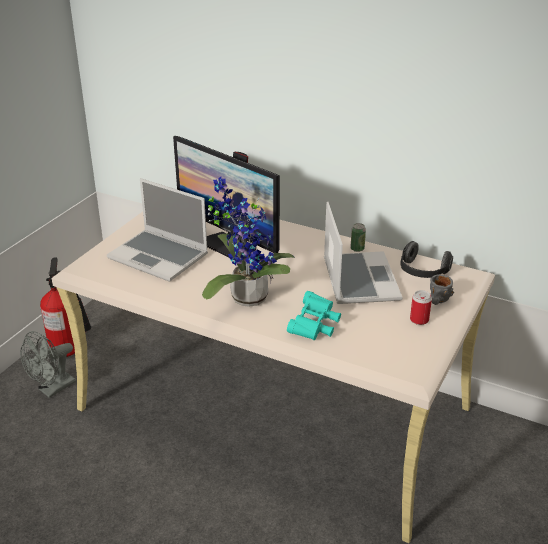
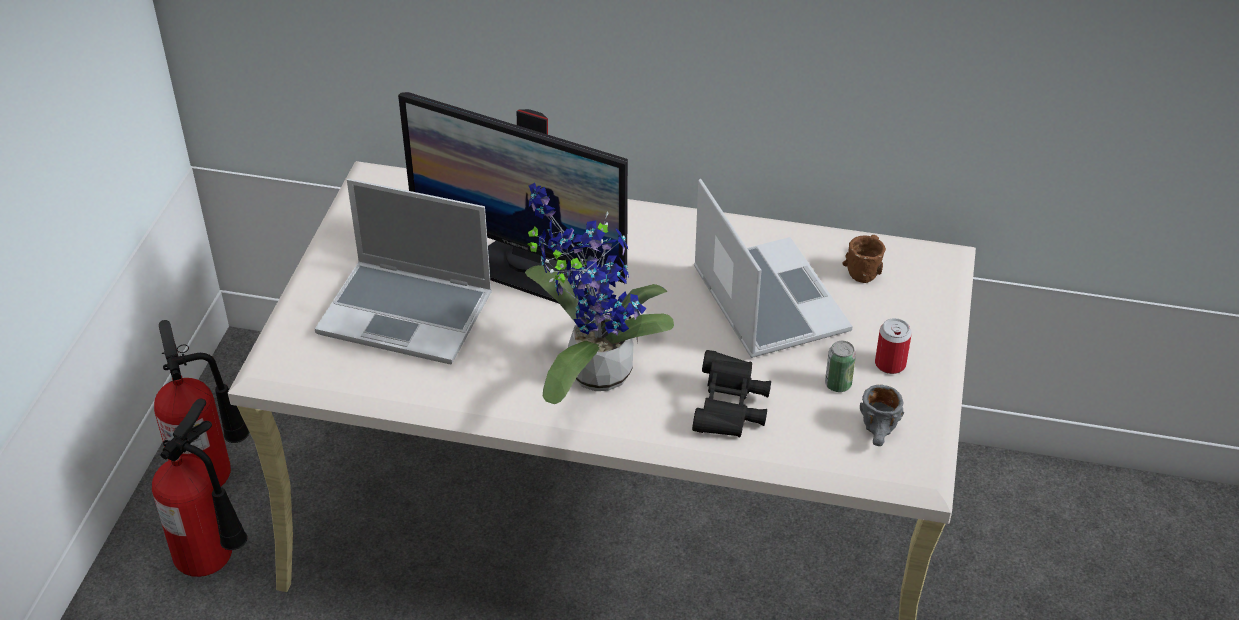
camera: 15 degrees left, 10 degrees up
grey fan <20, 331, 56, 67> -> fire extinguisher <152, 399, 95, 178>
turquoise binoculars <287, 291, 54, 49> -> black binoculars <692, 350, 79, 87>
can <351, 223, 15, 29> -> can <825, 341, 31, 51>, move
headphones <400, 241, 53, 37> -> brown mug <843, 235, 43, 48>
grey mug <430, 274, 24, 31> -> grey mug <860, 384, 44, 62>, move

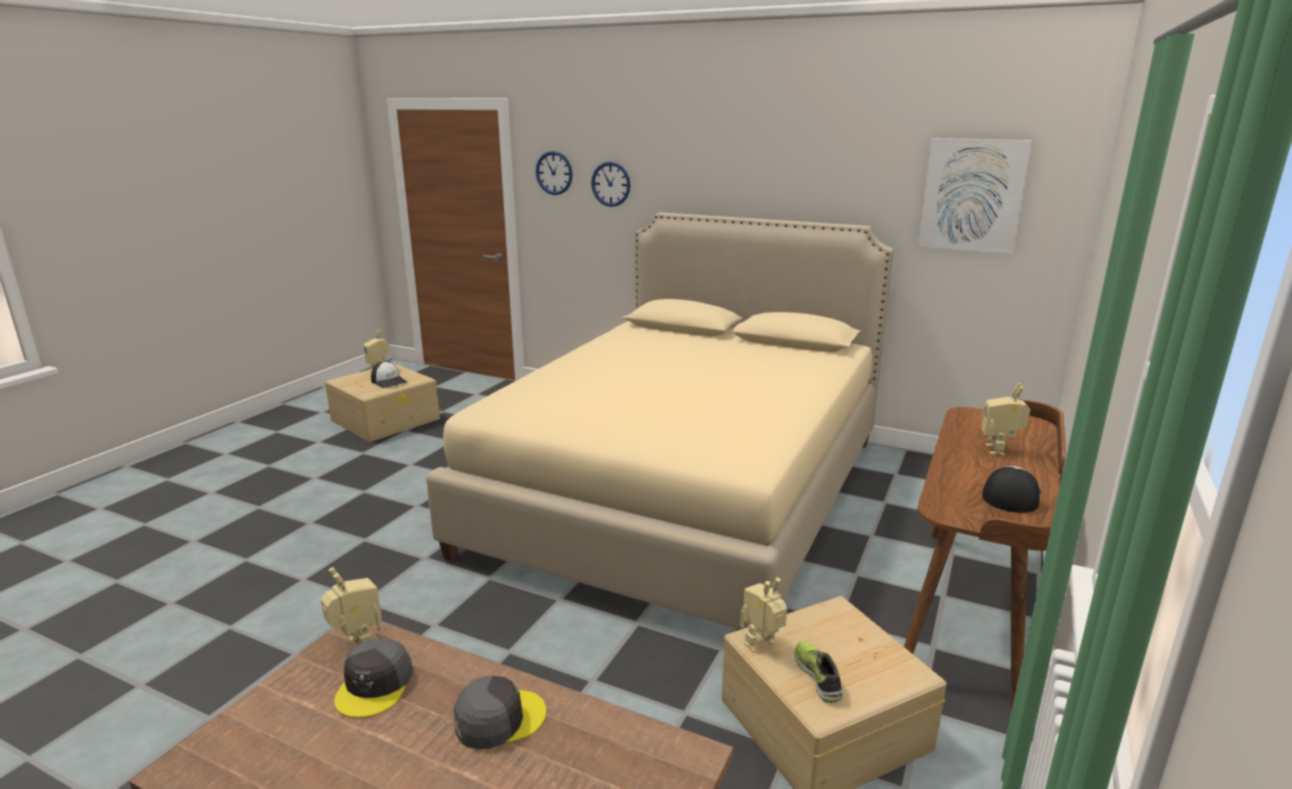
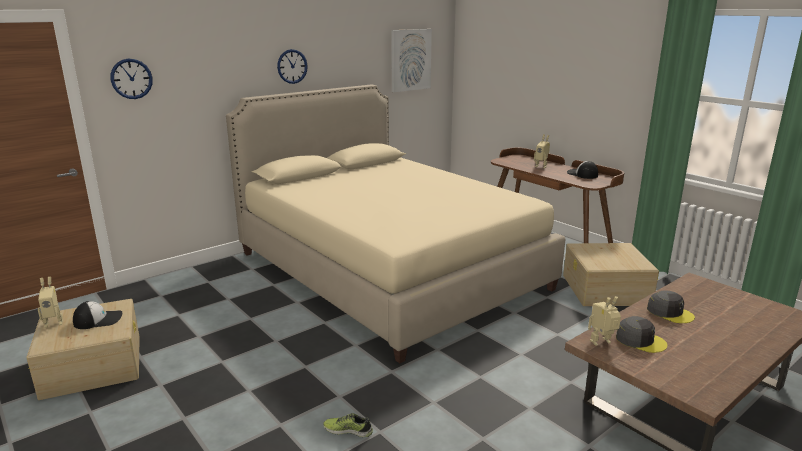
camera: 65 degrees left, 0 degrees up
grey cap <453, 676, 93, 73> -> grey cap <647, 290, 48, 33>, 135 degrees clockwise
wall clock <591, 162, 40, 45> -> wall clock <277, 49, 31, 35>, move
toy robot <740, 577, 47, 76> -> none
shoe <794, 641, 49, 62> -> shoe <323, 413, 50, 24>, move

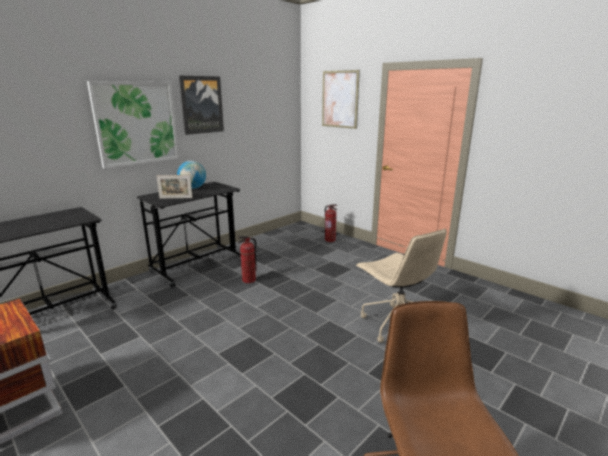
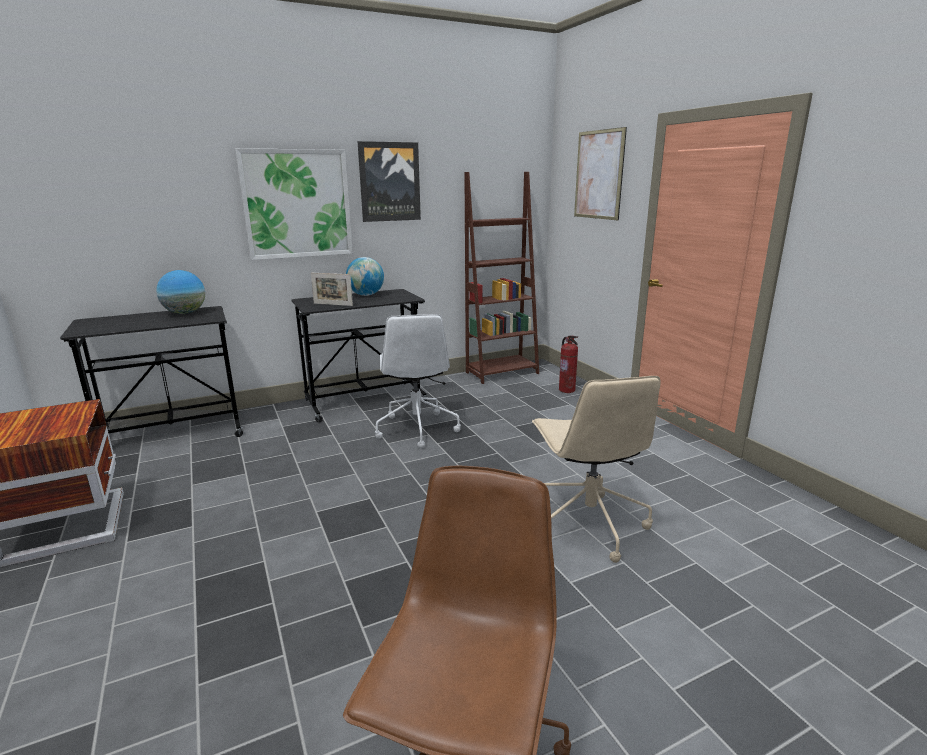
camera: 20 degrees right, 0 degrees up
fire extinguisher <238, 236, 19, 47> -> white office chair <375, 314, 86, 135>
none -> globe <156, 270, 49, 44>
none -> brown bookcase <464, 172, 75, 212>

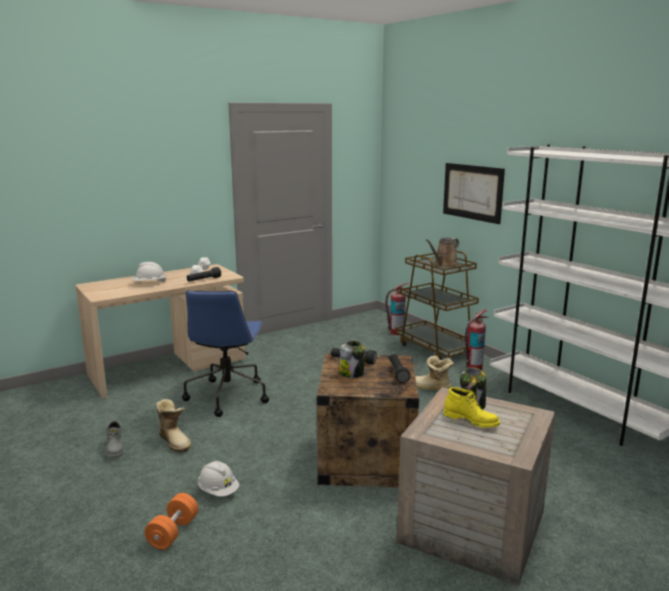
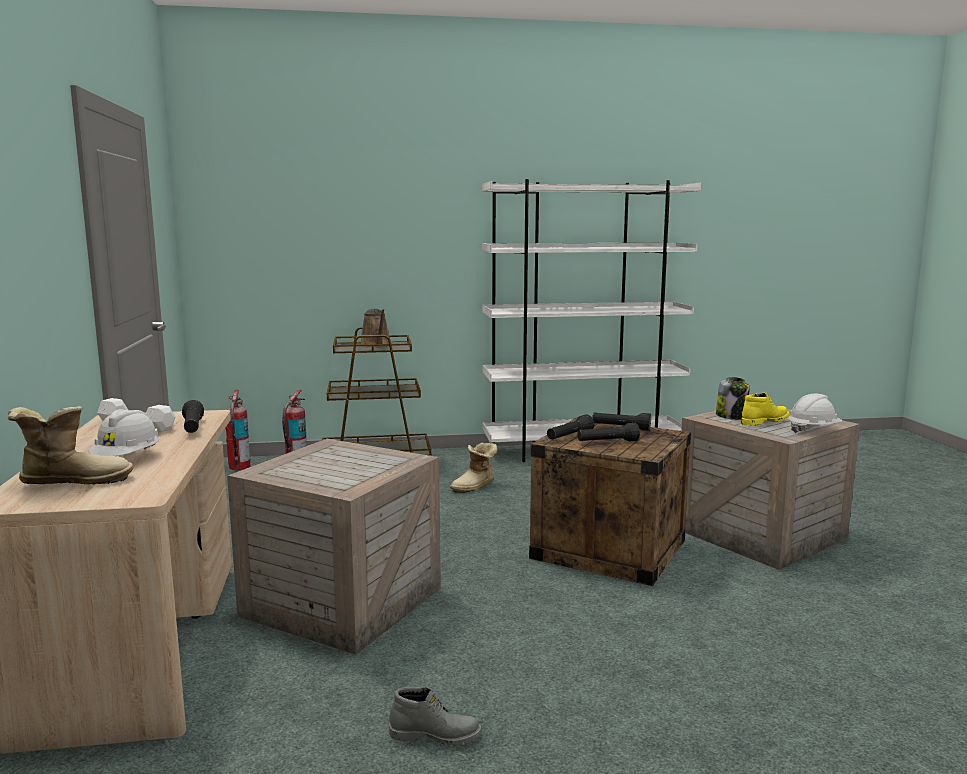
camera: 65 degrees left, 5 degrees down
orange dumbbell <144, 493, 54, 57> -> none
boot <155, 399, 36, 54> -> boot <8, 406, 125, 78>, move
blue office chair <182, 290, 87, 127> -> crate <227, 439, 214, 216>
white hard hat <198, 461, 41, 36> -> white hard hat <788, 394, 54, 39>, move
jar <339, 341, 27, 37> -> black flashlight <577, 423, 63, 19>
picture <443, 163, 62, 61> -> none
fire extinguisher <465, 310, 24, 60> -> fire extinguisher <225, 390, 25, 80>, move

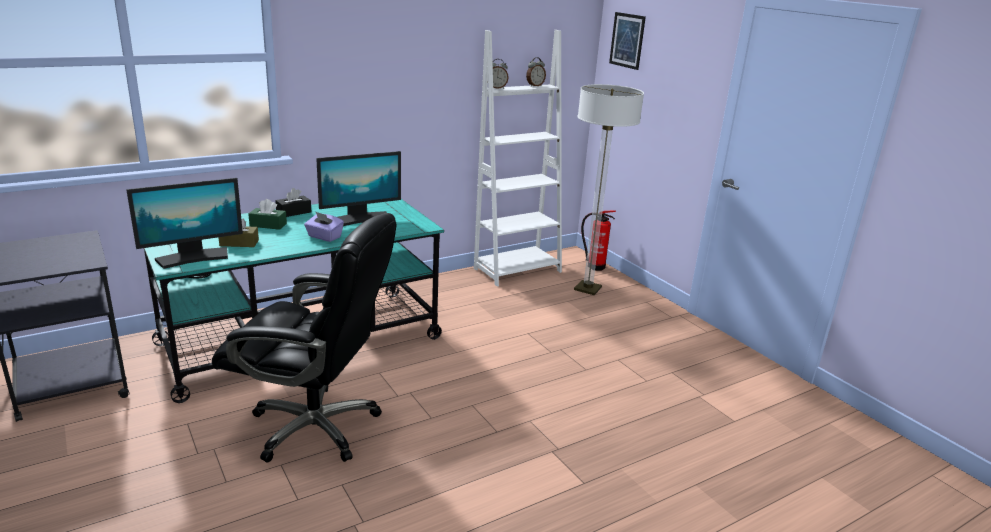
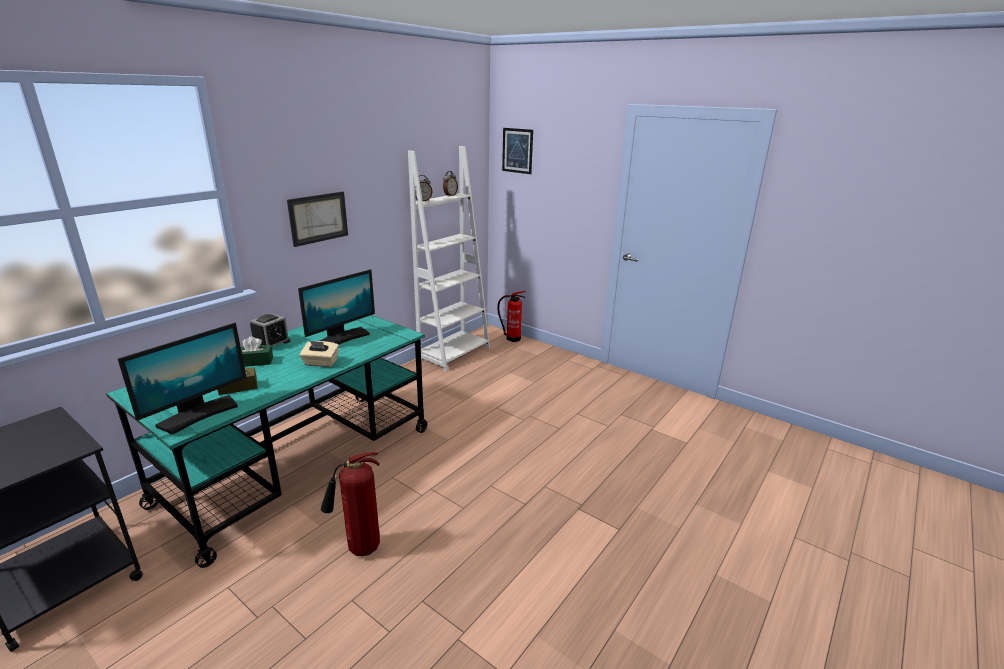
camera: 20 degrees left, 0 degrees up
black office chair <212, 213, 185, 250> -> fire extinguisher <321, 452, 59, 104>
black tissue box <275, 188, 36, 29> -> alarm clock <250, 313, 40, 34>
purple tissue box <304, 211, 40, 31> -> beige tissue box <300, 340, 39, 27>
floor lamp <574, 84, 70, 211> -> none
none -> picture <287, 192, 61, 55>

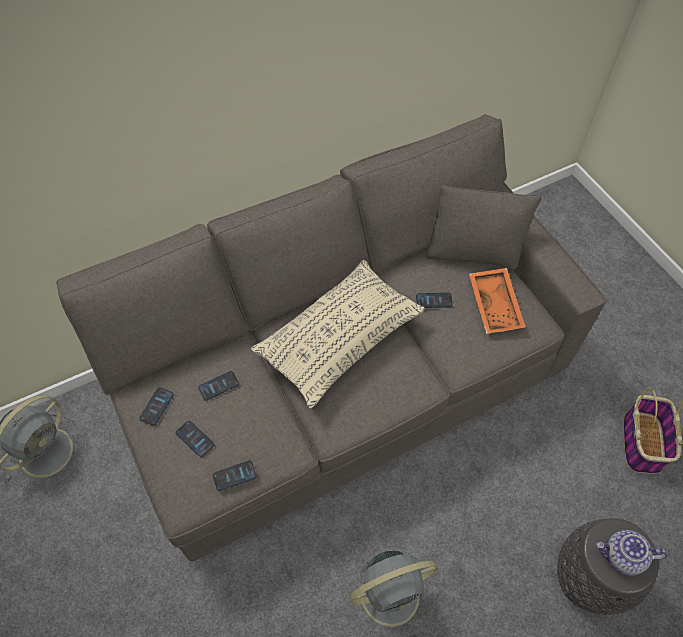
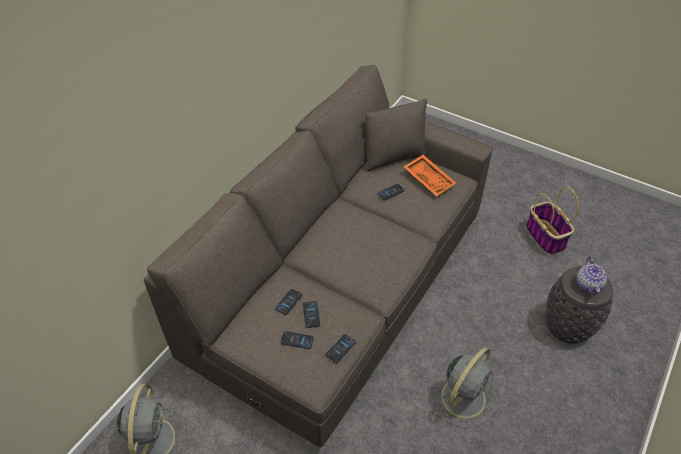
camera: 30 degrees left, 10 degrees down
phone <139, 387, 35, 38> -> phone <303, 301, 17, 27>, move
beige pillow <251, 260, 173, 148> -> none
teapot <597, 530, 71, 46> -> teapot <576, 256, 31, 39>, 60 degrees counterclockwise

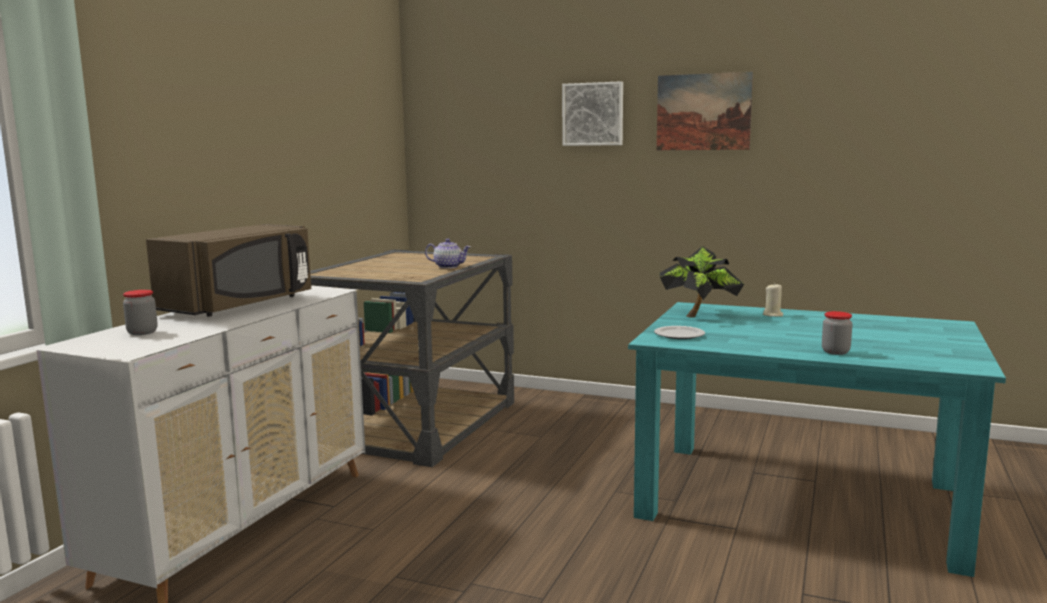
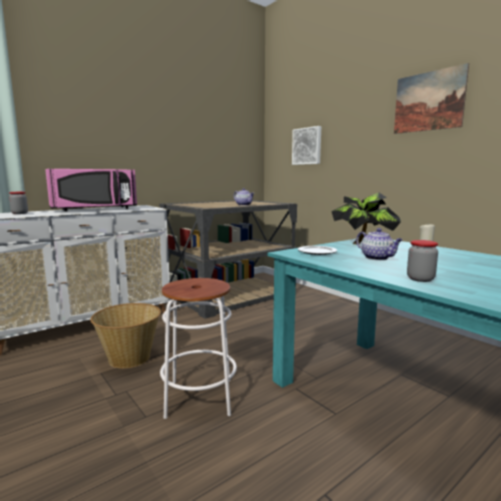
camera: 30 degrees right, 0 degrees up
brown microwave <146, 224, 165, 93> -> pink microwave <46, 169, 91, 42>
picture <562, 81, 61, 65> -> picture <292, 126, 29, 39>, move
none -> basket <90, 303, 71, 65>
none -> white stool <160, 278, 77, 141>
none -> teapot <356, 228, 47, 32>

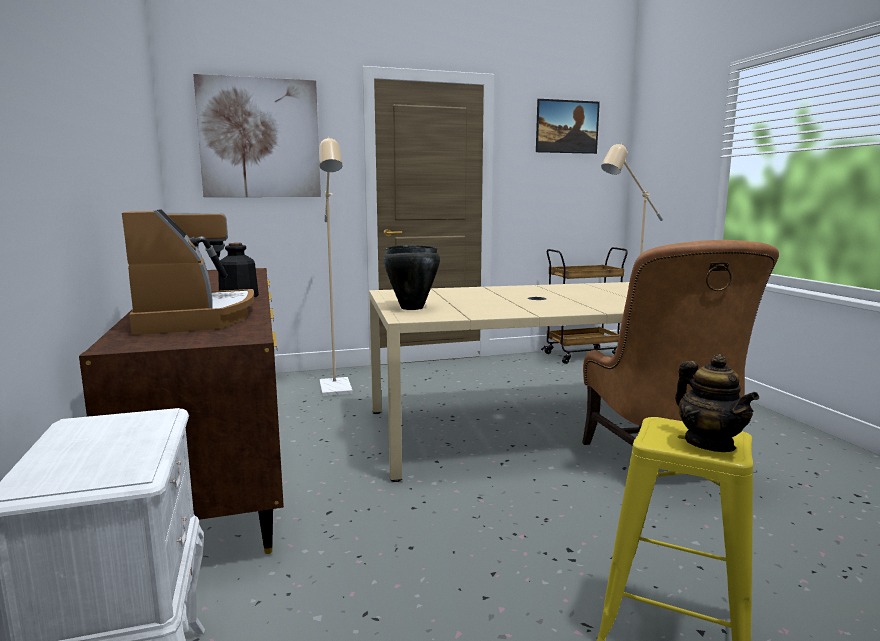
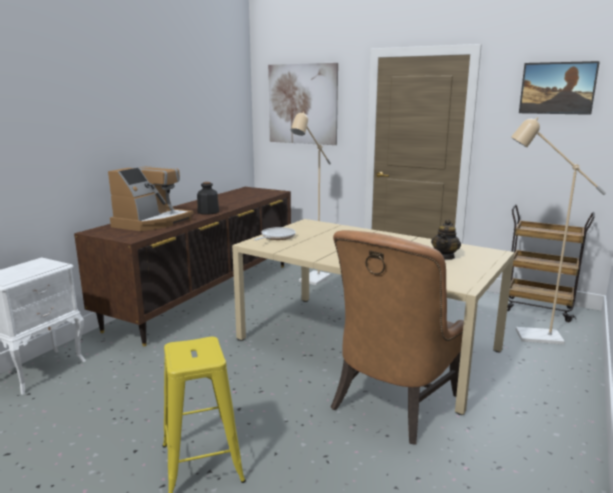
camera: 45 degrees right, 5 degrees up
black cooking pot <383, 245, 57, 65> -> frying pan <254, 227, 42, 13>
teapot <675, 354, 84, 98> -> teapot <431, 219, 30, 41>, move

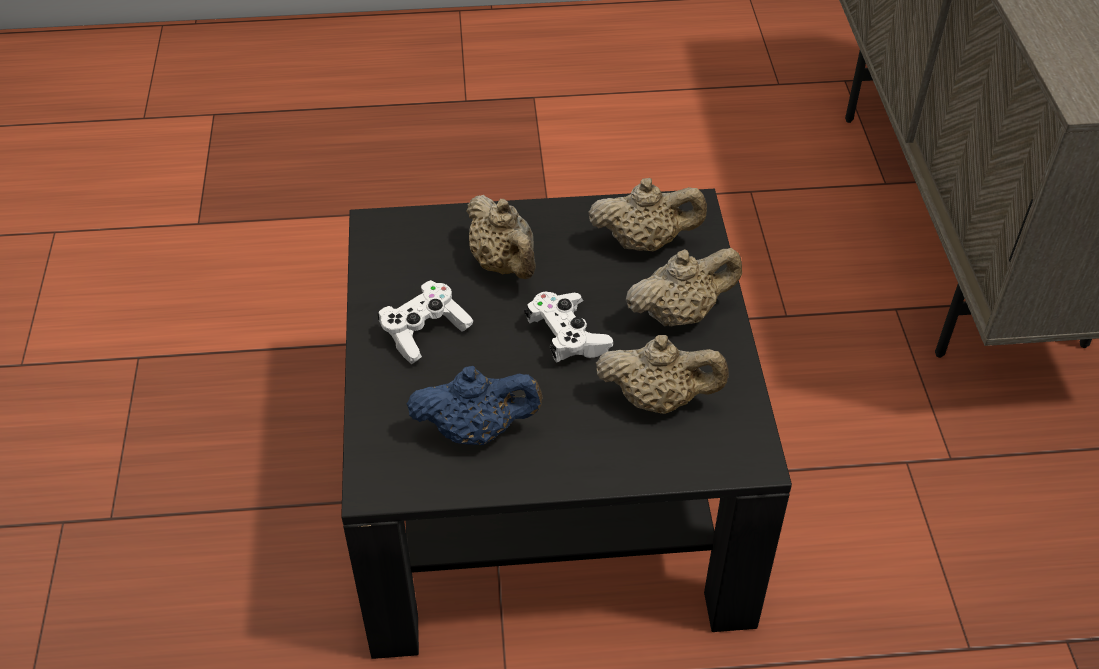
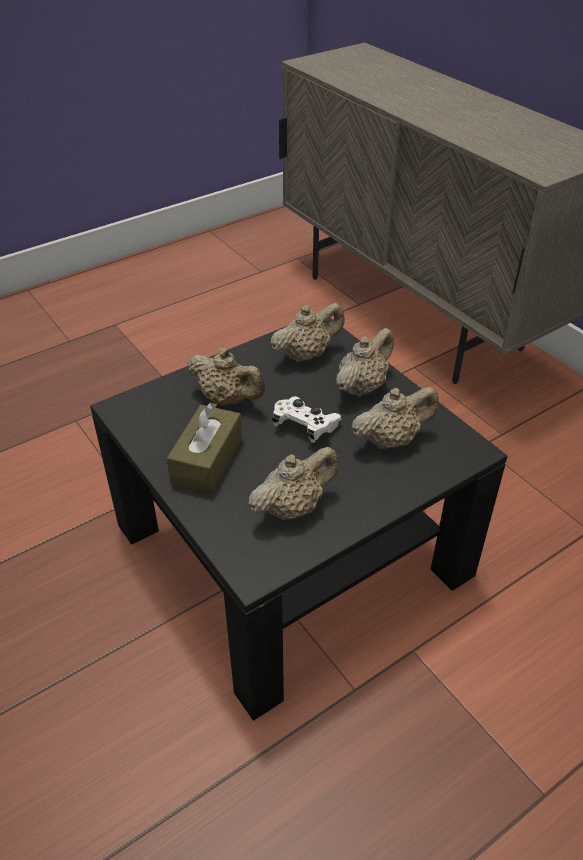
camera: 30 degrees left, 5 degrees down
white game controller <378, 280, 95, 84> -> brown tissue box <167, 403, 75, 91>
blue teapot <406, 366, 136, 79> -> beige teapot <248, 447, 91, 73>

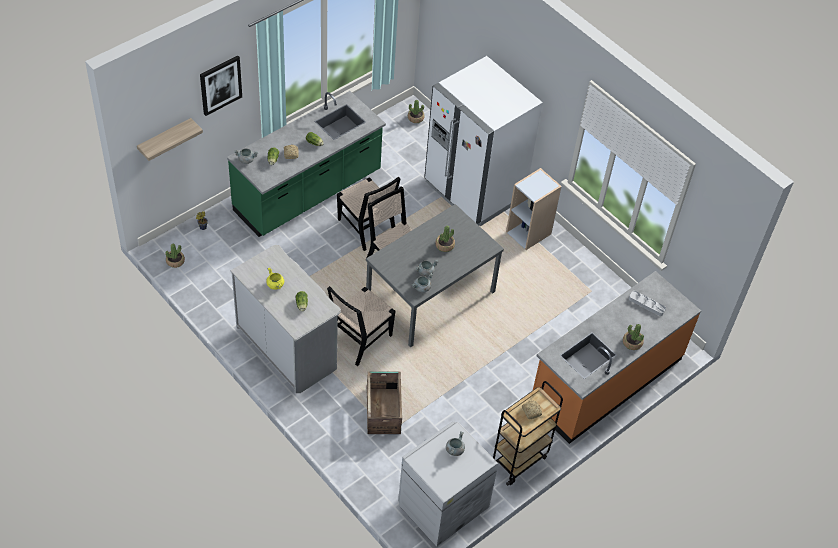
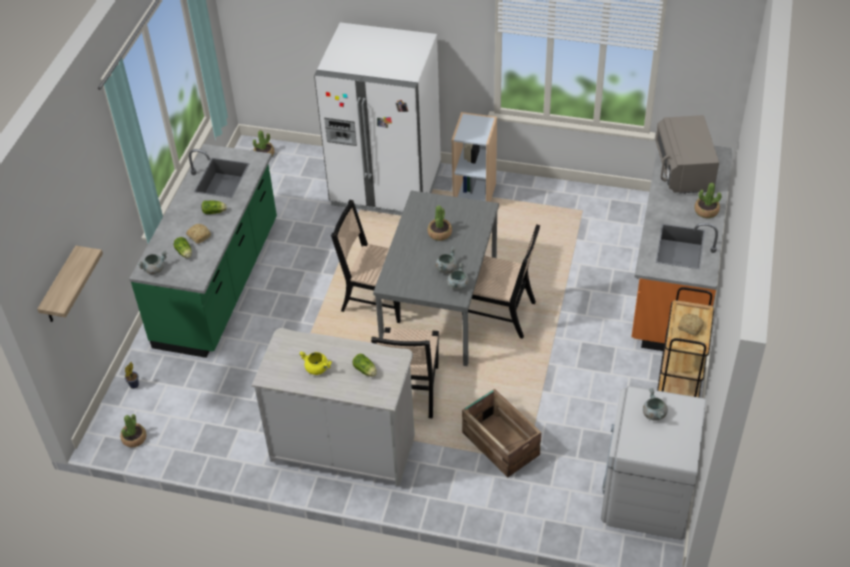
camera: 30 degrees left, 5 degrees down
picture <200, 55, 42, 61> -> none
chair <337, 177, 64, 74> -> chair <462, 224, 78, 115>, move
grey tray <629, 291, 37, 25> -> grey microwave <655, 115, 64, 79>

